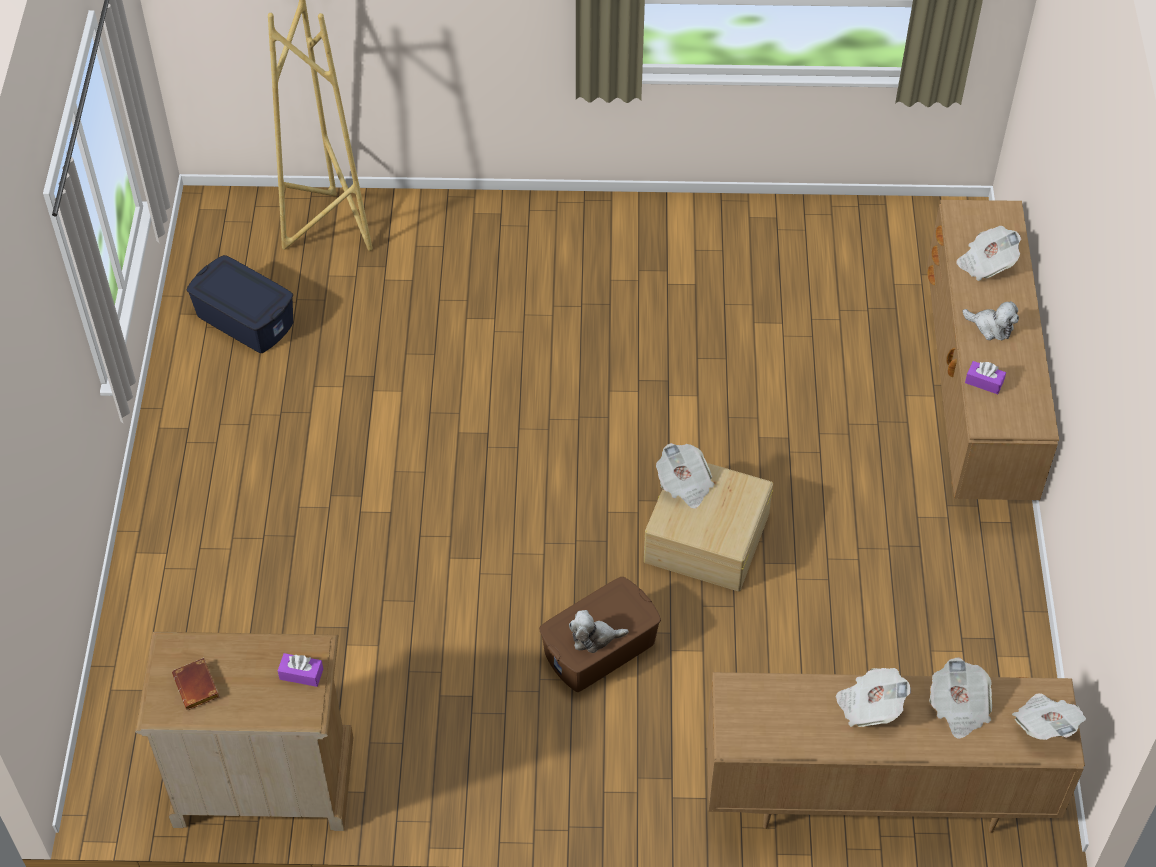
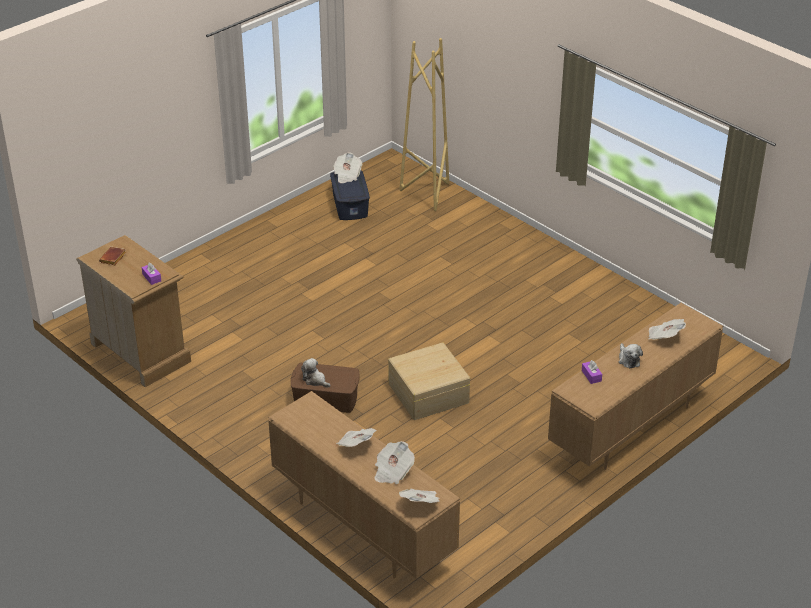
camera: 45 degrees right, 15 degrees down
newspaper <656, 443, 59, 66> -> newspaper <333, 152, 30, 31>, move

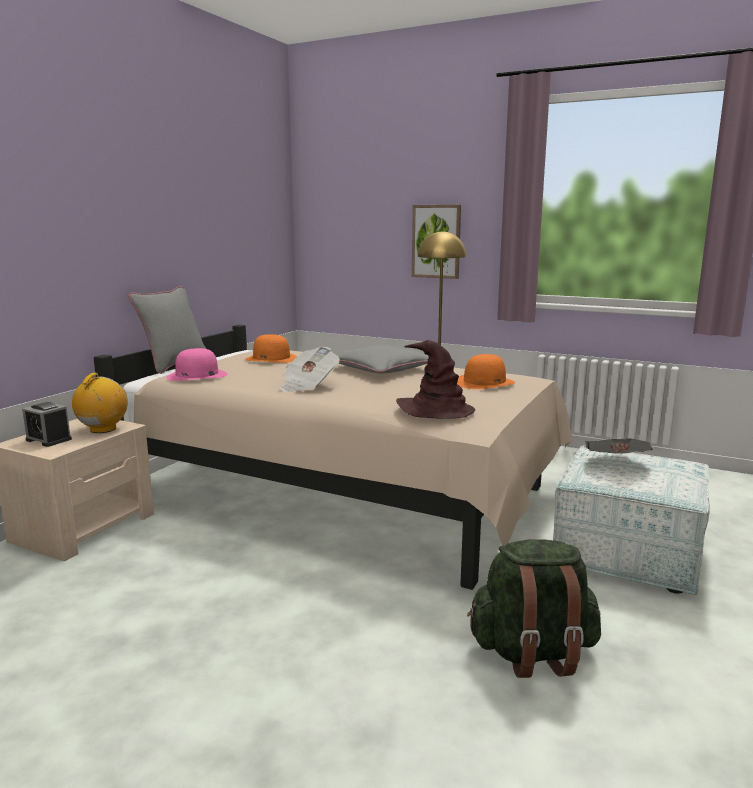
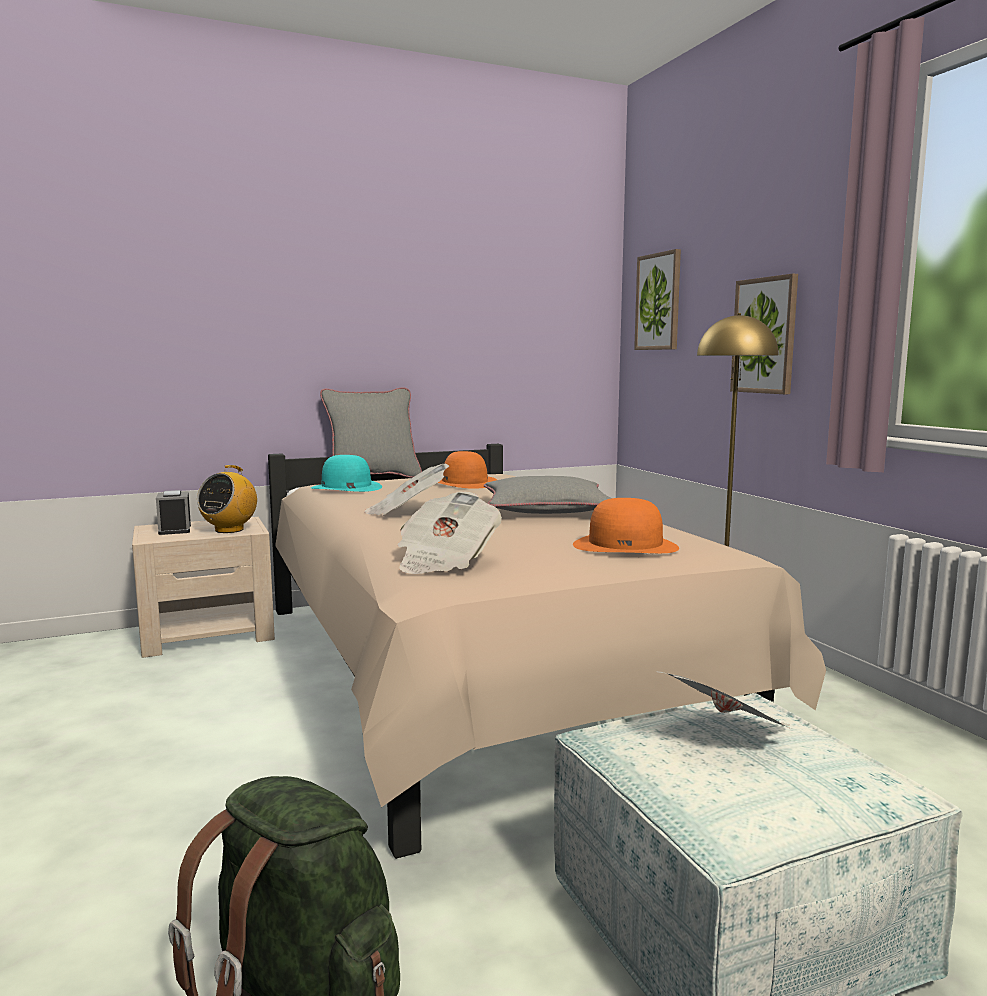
camera: 40 degrees right, 5 degrees down
radio <72, 373, 56, 60> -> radio <197, 465, 60, 68>, 150 degrees clockwise
pink hat <166, 348, 62, 33> -> turquoise hat <311, 455, 71, 37>
brown hat <396, 340, 79, 79> -> newspaper <397, 491, 105, 83>
none -> picture <634, 249, 47, 101>

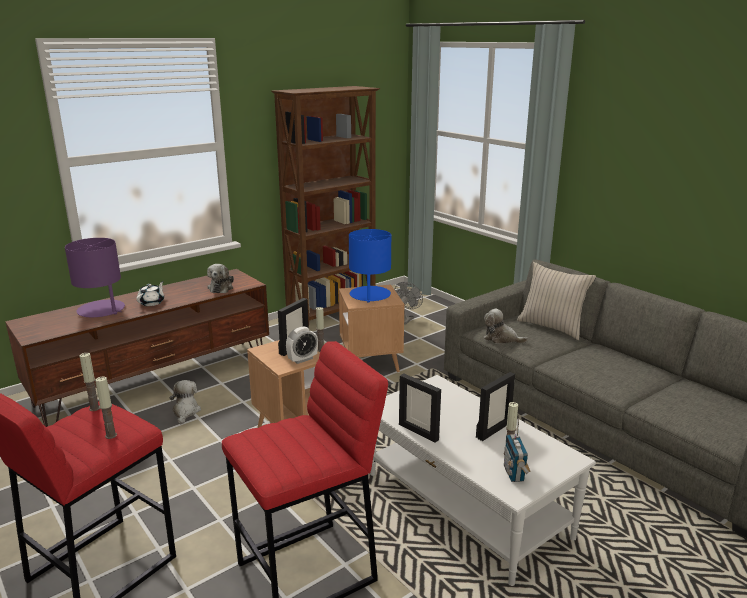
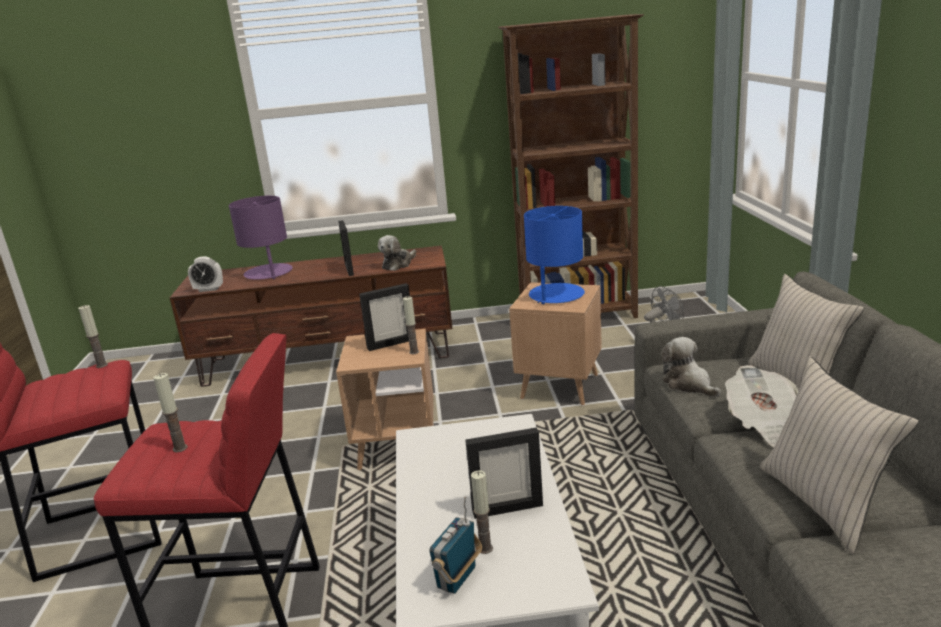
camera: 35 degrees right, 0 degrees up
candle <95, 376, 22, 63> -> candle <153, 373, 35, 79>, move
white teapot <136, 281, 28, 25> -> none
plush toy <169, 380, 32, 44> -> none
alarm clock <286, 326, 32, 38> -> alarm clock <188, 256, 35, 36>, move
picture frame <399, 373, 42, 70> -> picture frame <338, 220, 16, 56>, move
none -> newspaper <725, 365, 73, 82>
none -> beige pillow <760, 356, 159, 198>

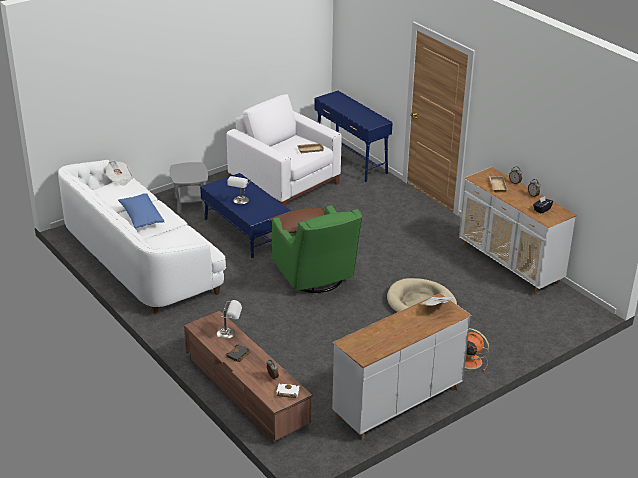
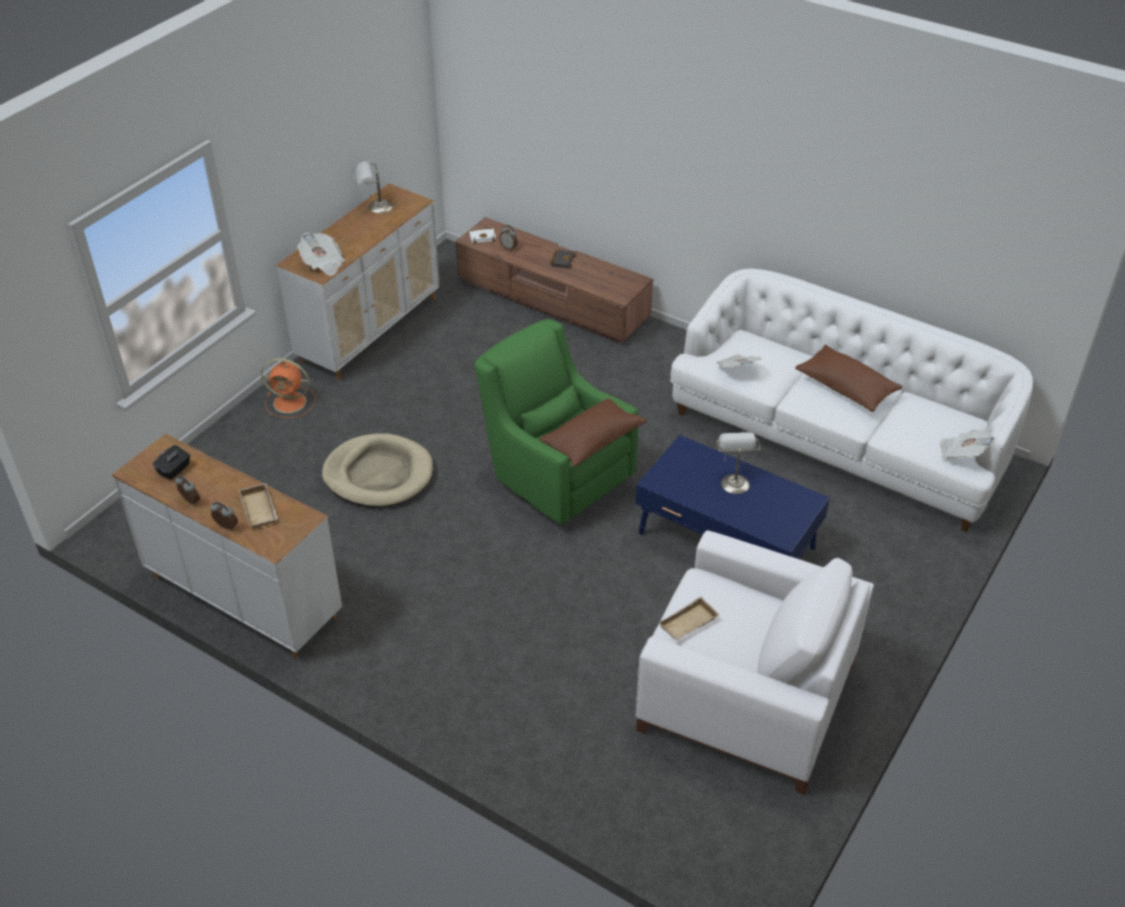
camera: 160 degrees right, 10 degrees up
blue pillow <118, 193, 47, 35> -> brown pillow <795, 345, 107, 67>
grey side table <170, 162, 38, 52> -> none
white table lamp <216, 300, 26, 39> -> white table lamp <355, 161, 38, 52>, move
blue console table <314, 91, 79, 91> -> none
none -> newspaper <717, 354, 45, 13>

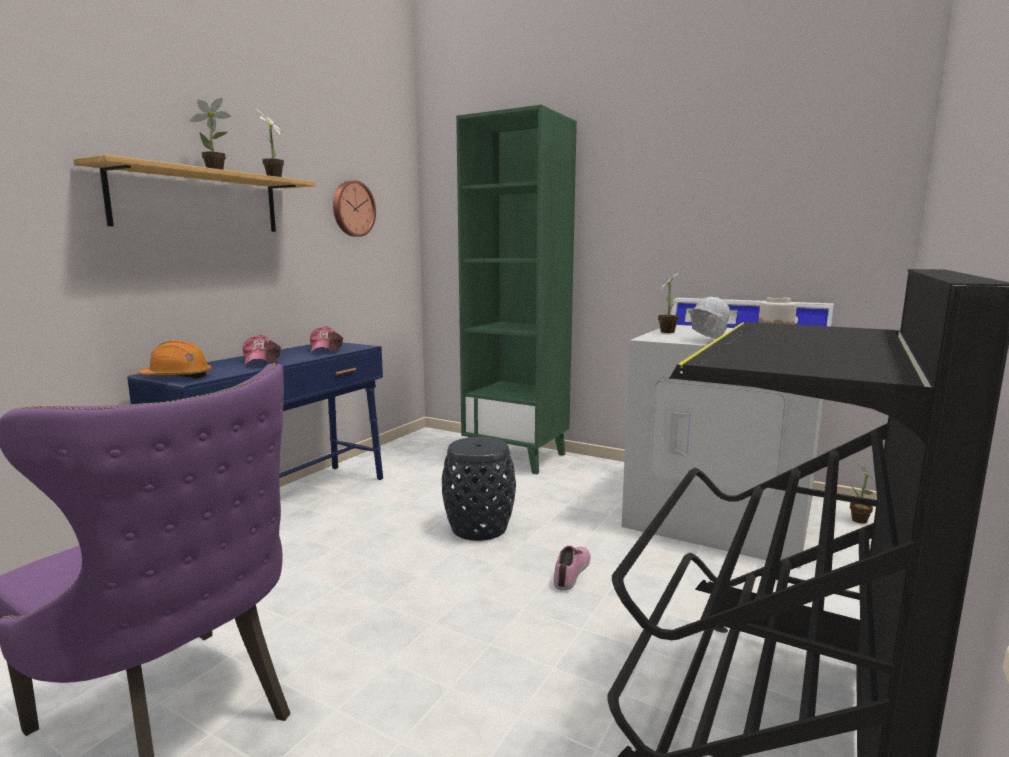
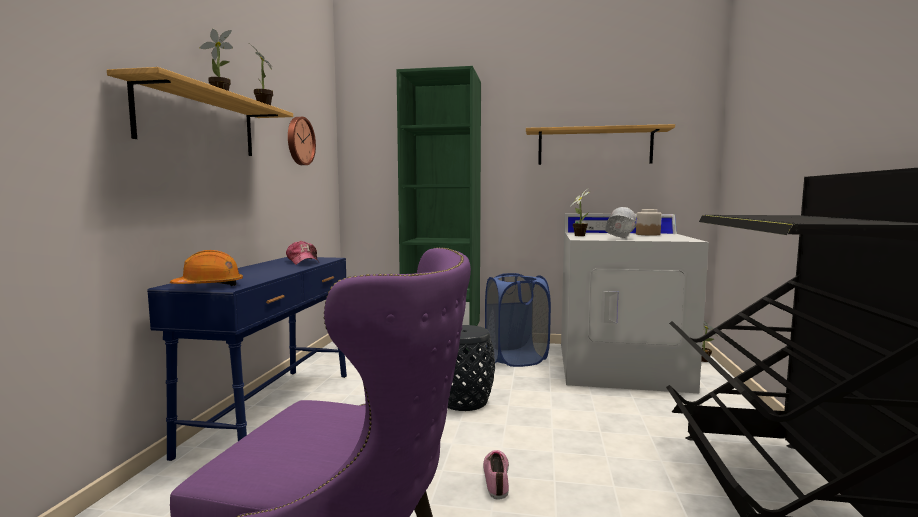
camera: 20 degrees left, 5 degrees down
cap <243, 335, 38, 30> -> none
shoe <554, 546, 36, 45> -> shoe <483, 450, 26, 50>, move
none -> blue laundry basket <485, 273, 66, 94>
none -> shelf <526, 124, 149, 41>

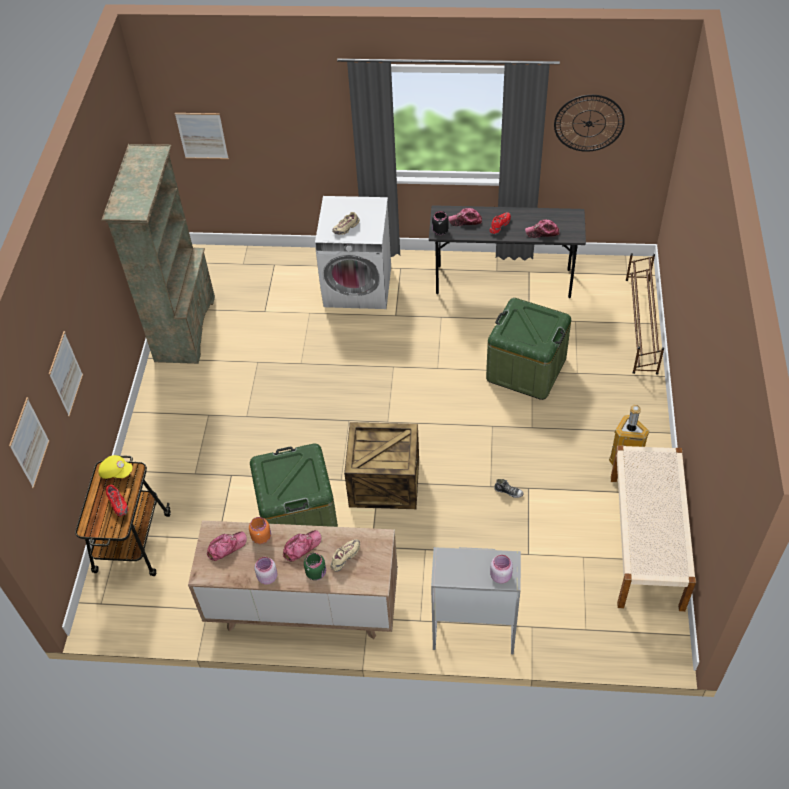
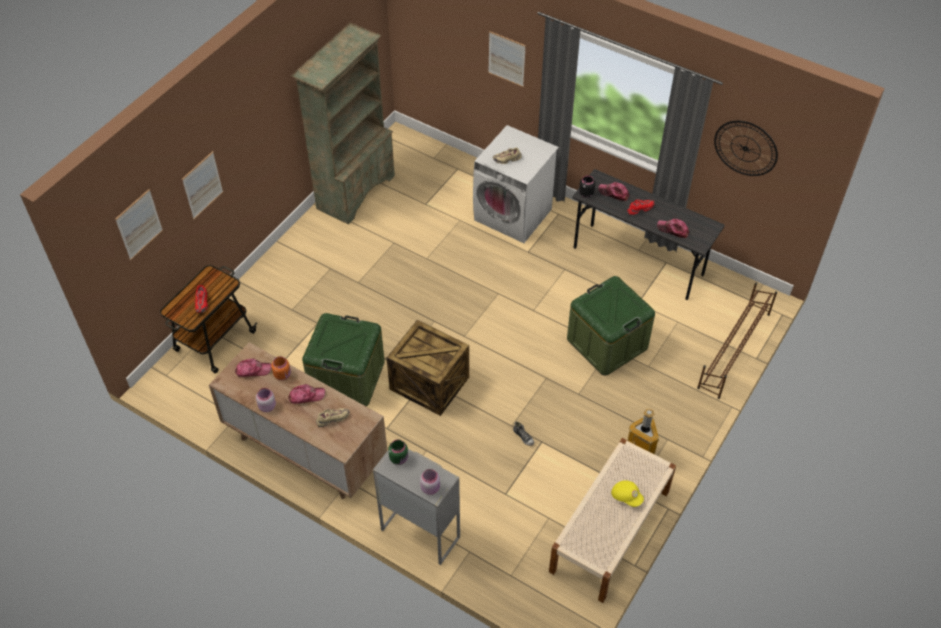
camera: 25 degrees right, 0 degrees up
yellow cap <99, 455, 34, 24> -> yellow cap <611, 480, 33, 27>, move
picture <175, 113, 54, 46> -> picture <488, 31, 38, 56>, move
green jar <304, 553, 22, 27> -> green jar <388, 439, 20, 26>, move

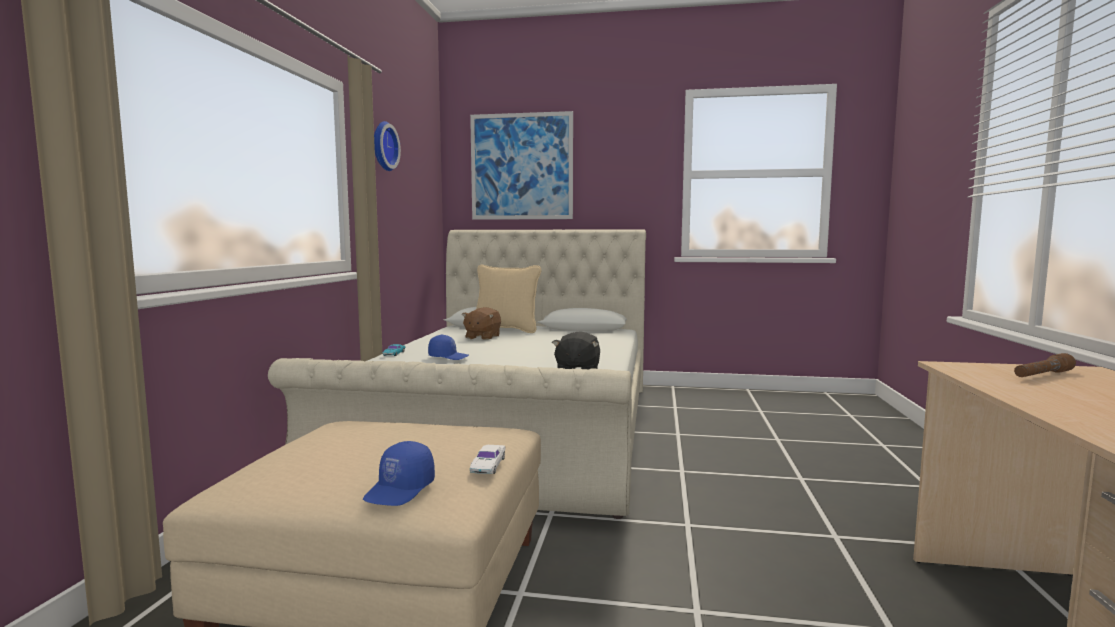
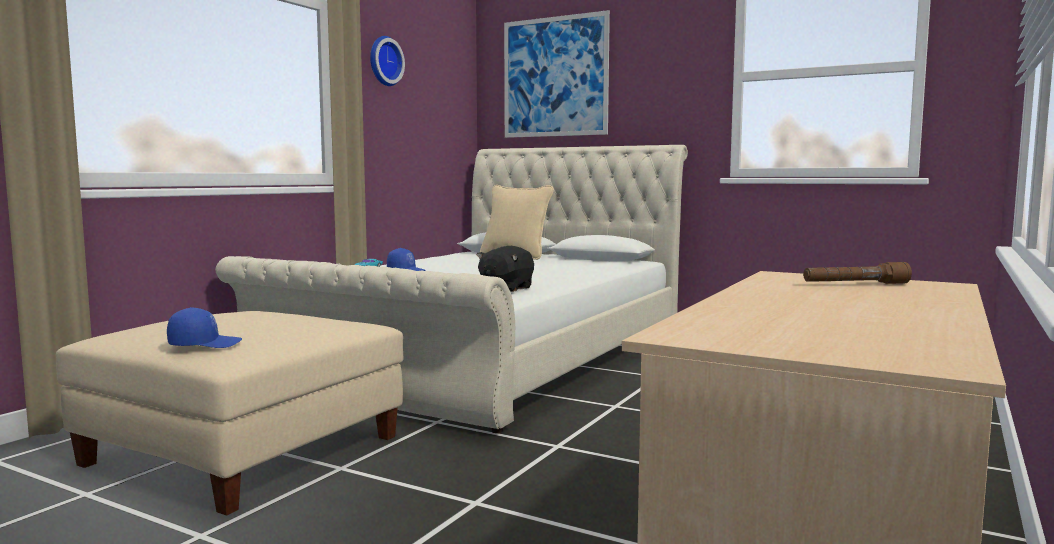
camera: 20 degrees right, 0 degrees up
blue cap <363, 441, 72, 65> -> blue cap <167, 307, 75, 41>, 150 degrees counterclockwise
brown plush toy <462, 307, 39, 33> -> none
white toy car <470, 445, 36, 29> -> none

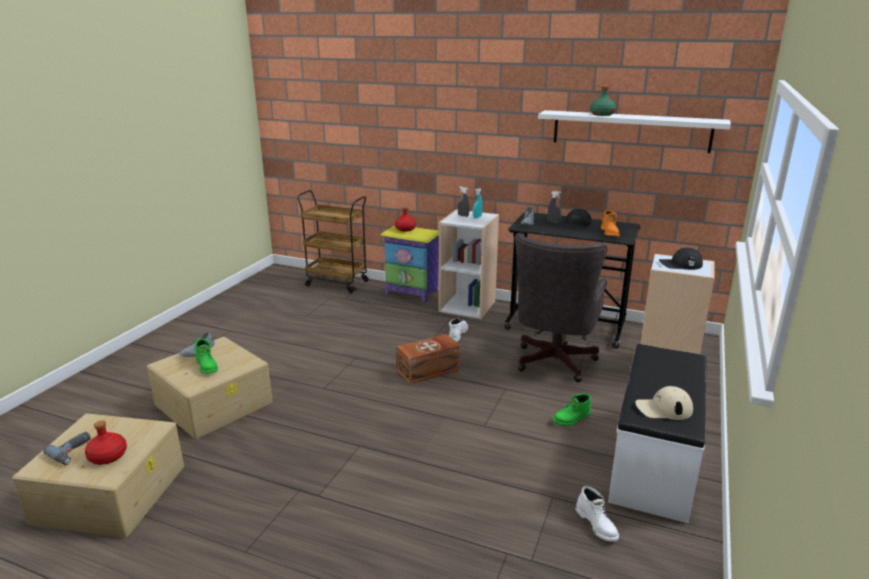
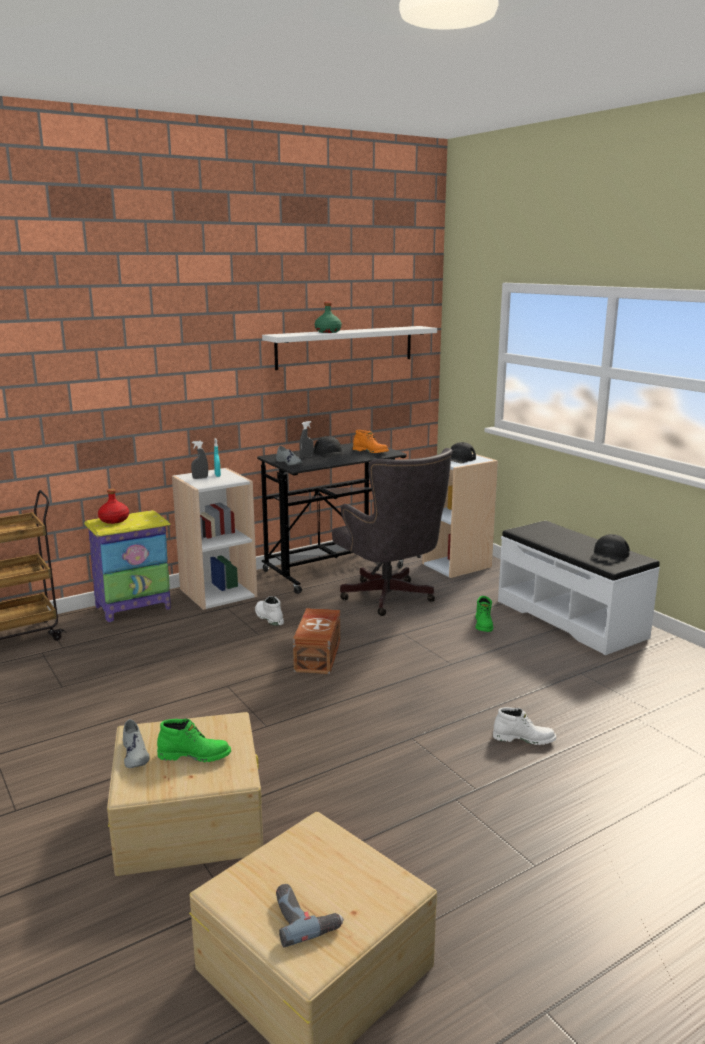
camera: 55 degrees left, 5 degrees down
red bottle <85, 421, 42, 44> -> none
white boot <576, 486, 43, 56> -> white boot <493, 707, 63, 38>, move
beige cap <635, 386, 58, 34> -> black cap <591, 534, 39, 29>

